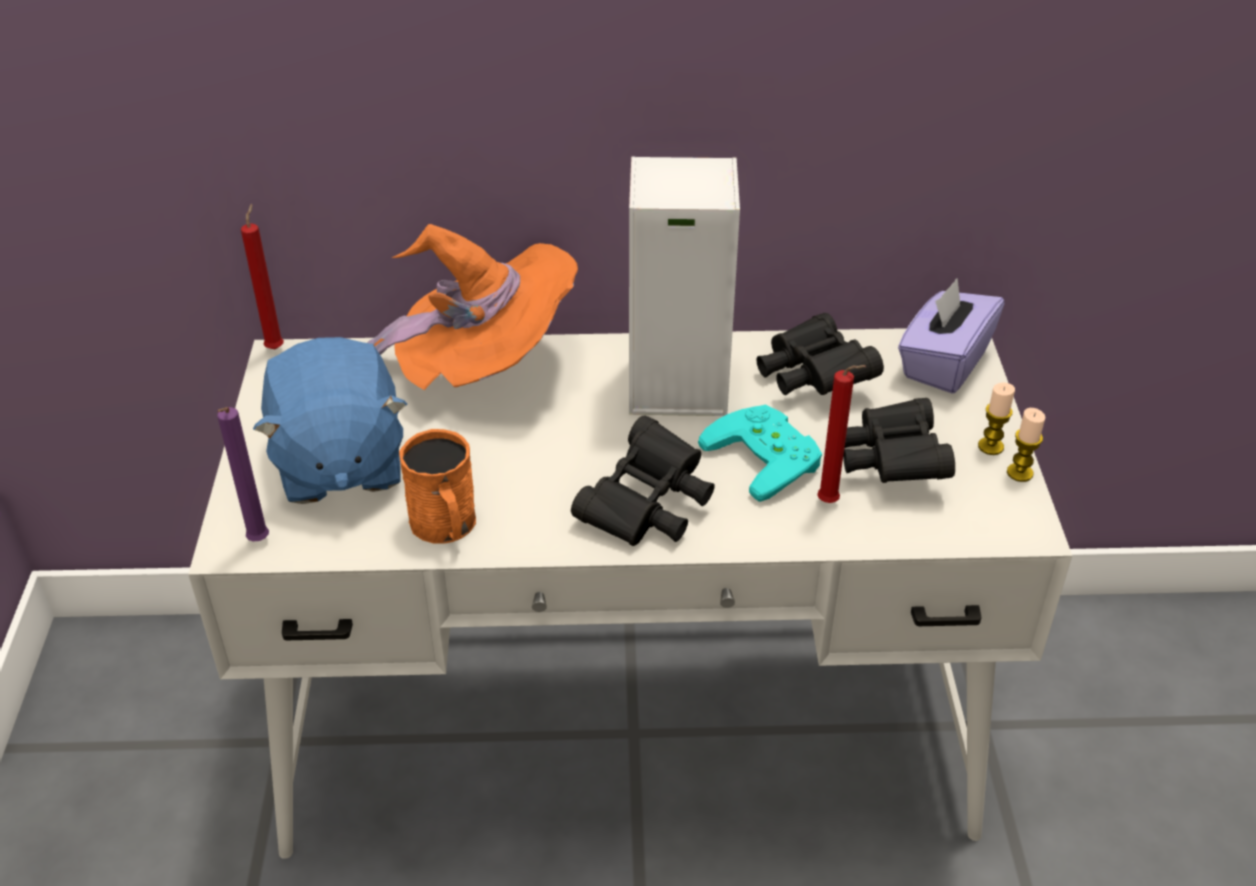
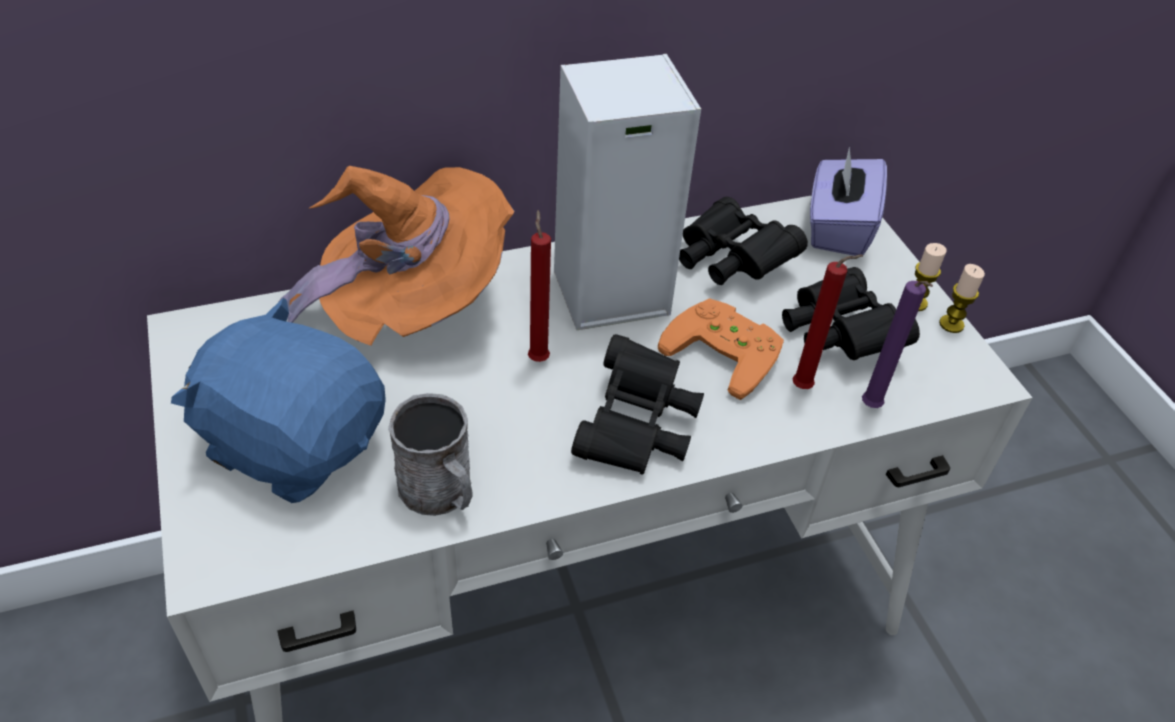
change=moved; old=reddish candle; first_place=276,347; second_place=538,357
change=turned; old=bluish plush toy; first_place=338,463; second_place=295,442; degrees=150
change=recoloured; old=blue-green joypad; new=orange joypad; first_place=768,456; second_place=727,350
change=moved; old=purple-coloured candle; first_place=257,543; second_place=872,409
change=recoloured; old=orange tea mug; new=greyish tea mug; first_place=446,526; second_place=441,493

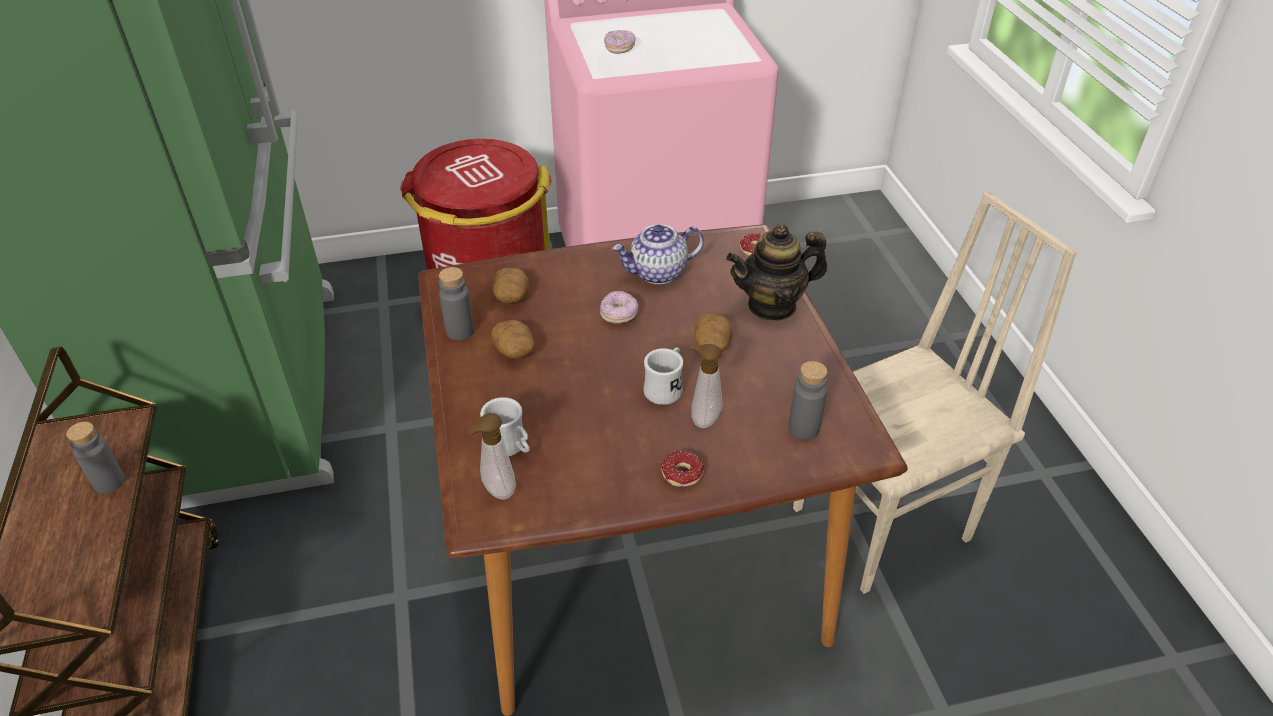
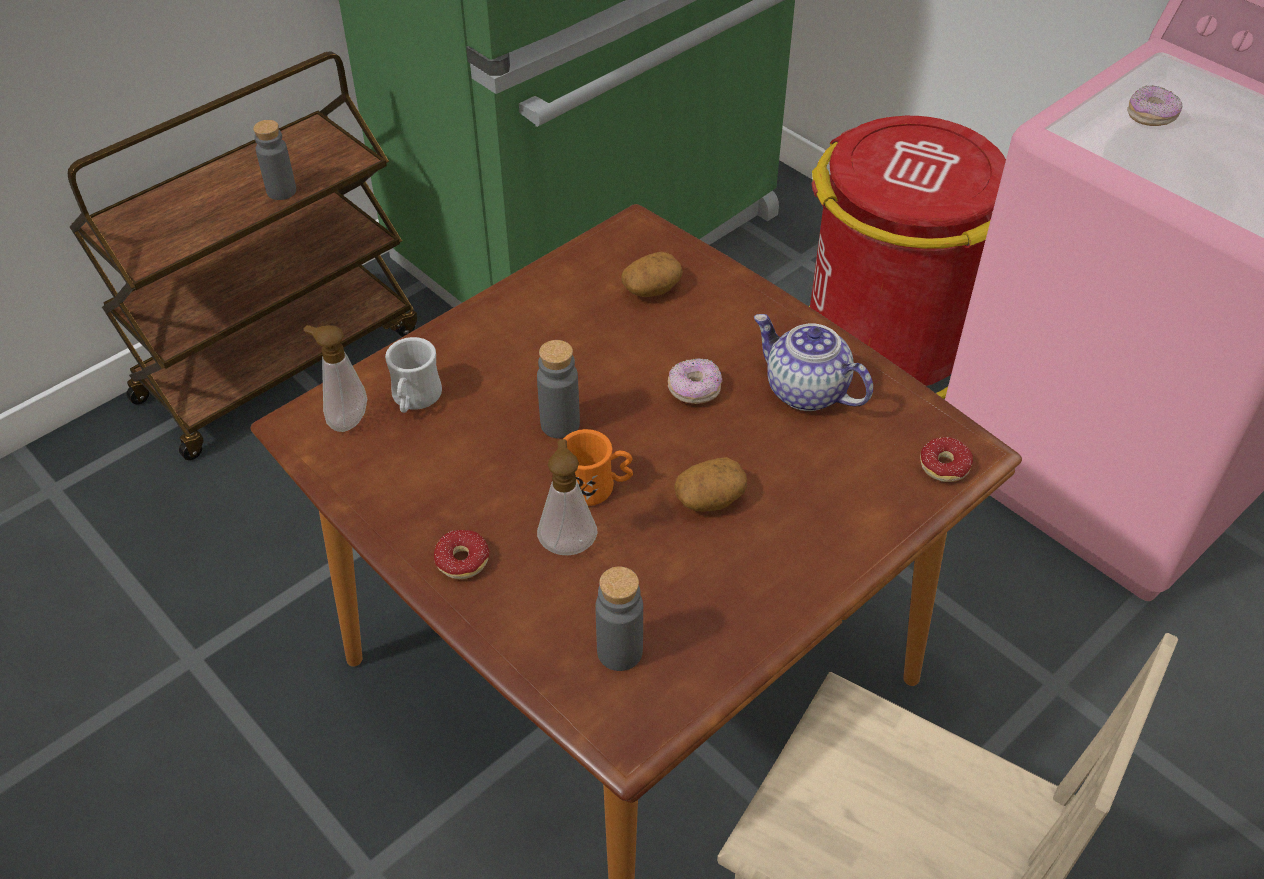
change=removed; old=tea pot; first_place=772,305
change=moved; old=greyish bottle; first_place=460,331; second_place=560,424
change=removed; old=spud; first_place=515,350
change=recoloured; old=white tea mug; new=orange tea mug; first_place=666,388; second_place=596,487

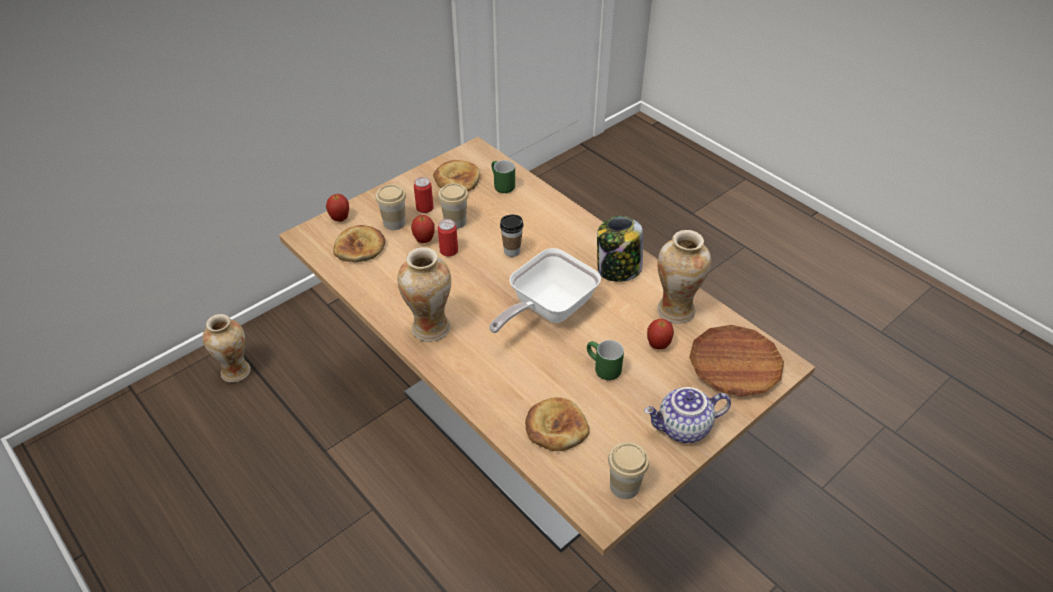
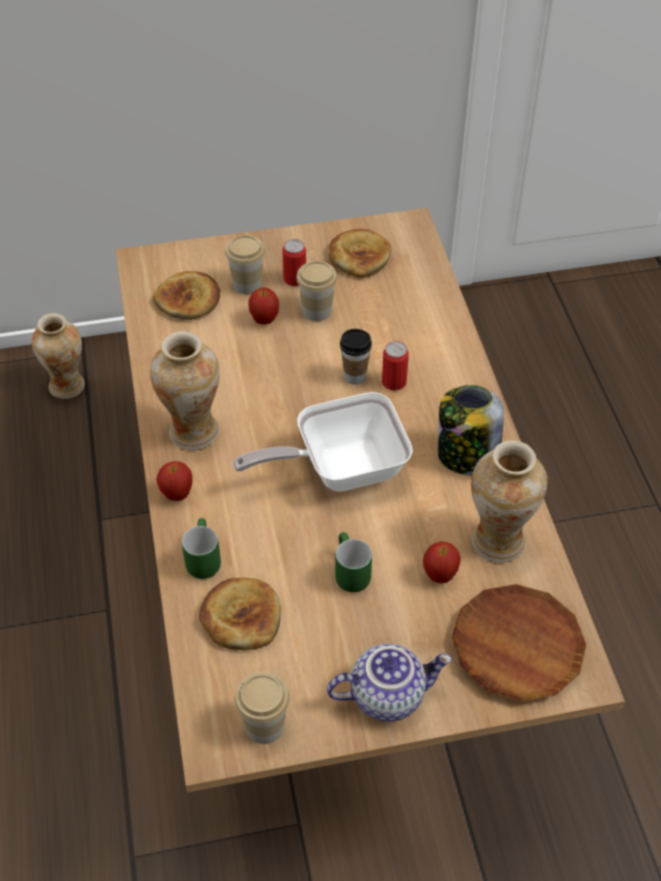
change=moved; old=greenish tea mug; first_place=500,185; second_place=201,559
change=moved; old=apple; first_place=340,219; second_place=177,494
change=moved; old=sealed can; first_place=449,251; second_place=394,382
change=turned; old=tea pot; first_place=683,428; second_place=387,694; degrees=150

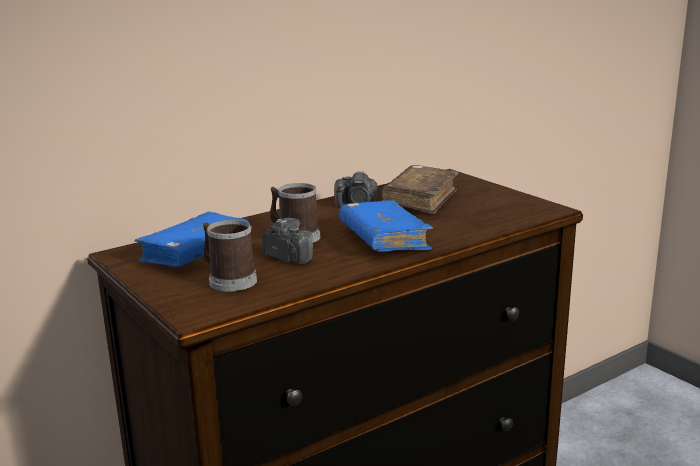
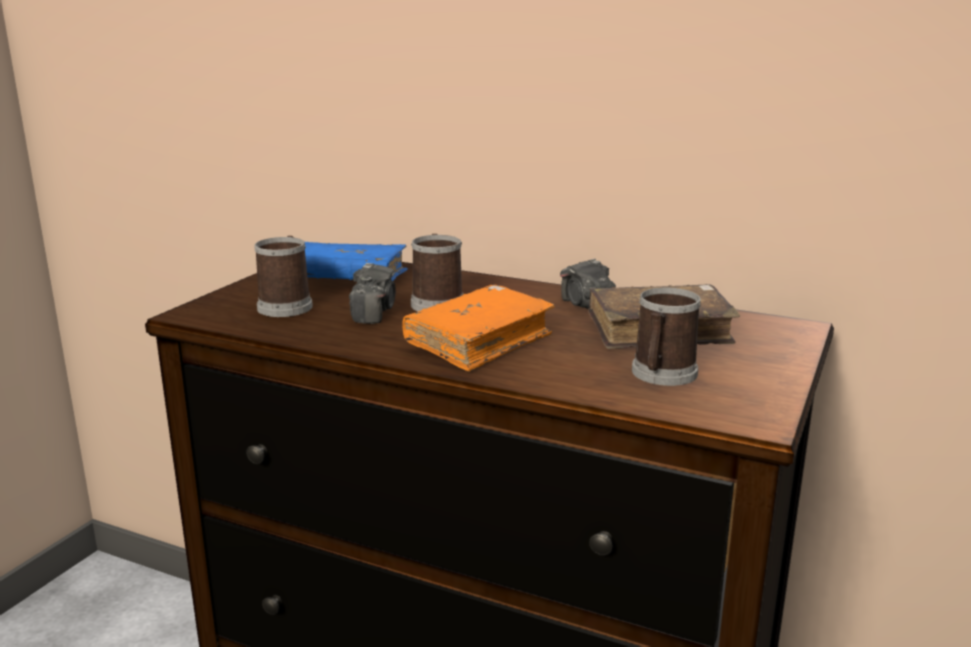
change=recoloured; old=bluish book; new=orange book; first_place=384,239; second_place=479,342
change=added; new=tea mug; second_place=662,375

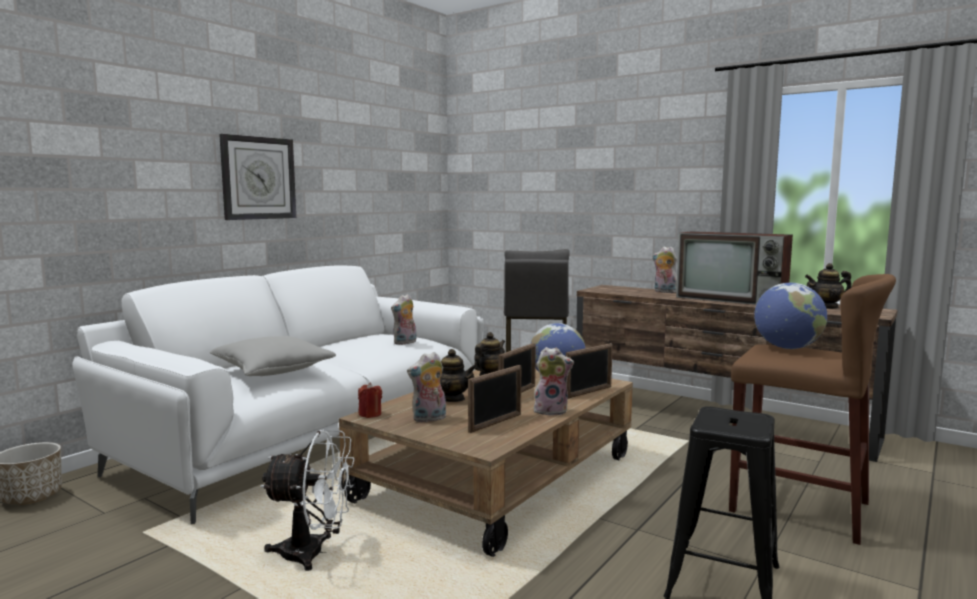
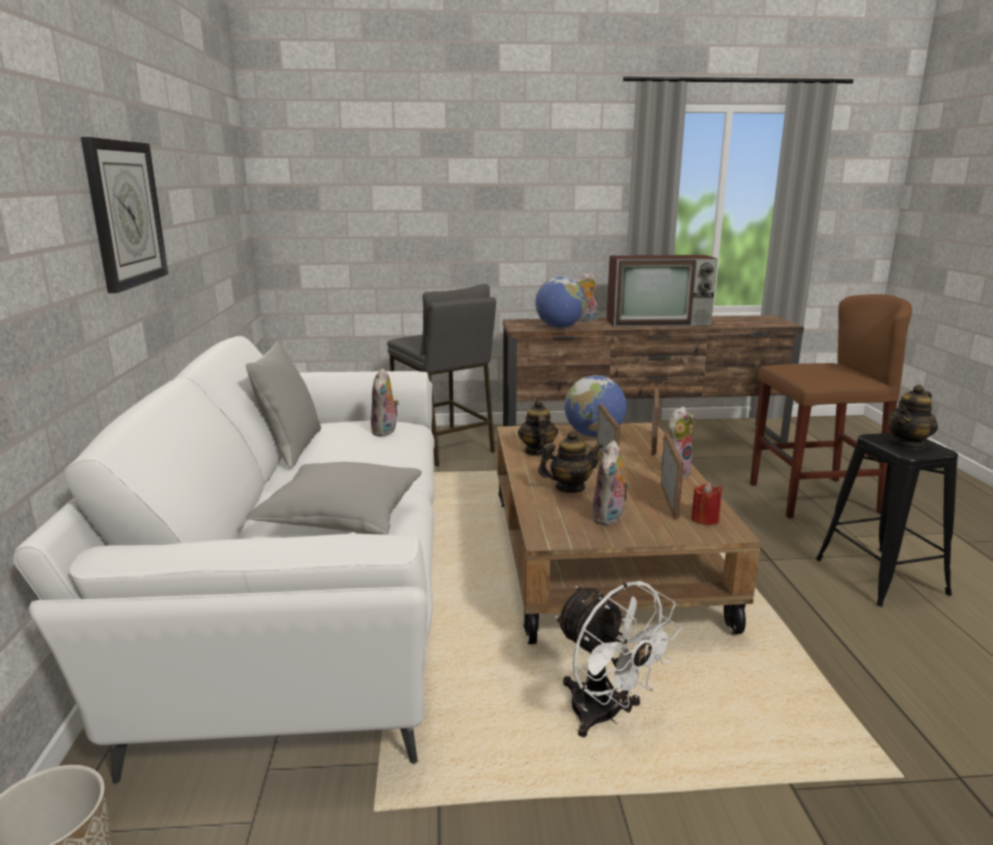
change=moved; old=tea pot; first_place=826,307; second_place=908,444
change=moved; old=world globe; first_place=787,348; second_place=559,327
change=moved; old=reddish candle; first_place=370,414; second_place=705,519
change=turned; old=white cooling fan; first_place=313,553; second_place=605,716; degrees=90
change=added; new=greyish throw pillow; second_place=290,448

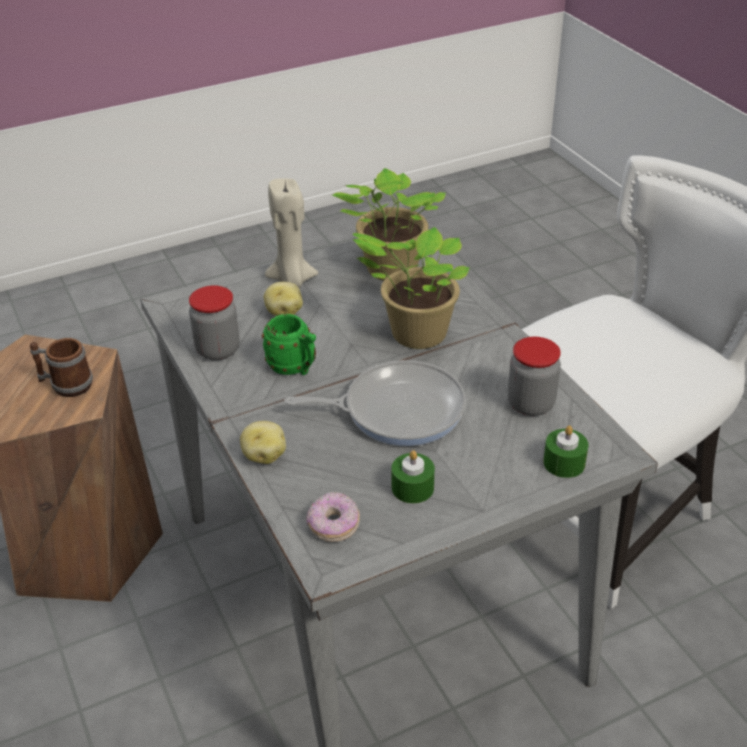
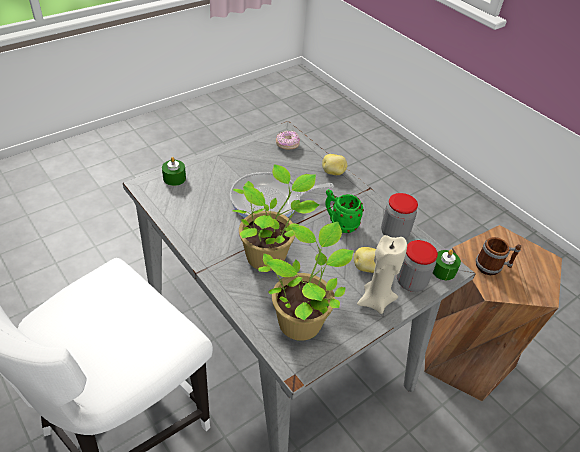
change=moved; old=storage jar; first_place=530,404; second_place=411,282
change=moved; old=greenish candle; first_place=412,488; second_place=443,270

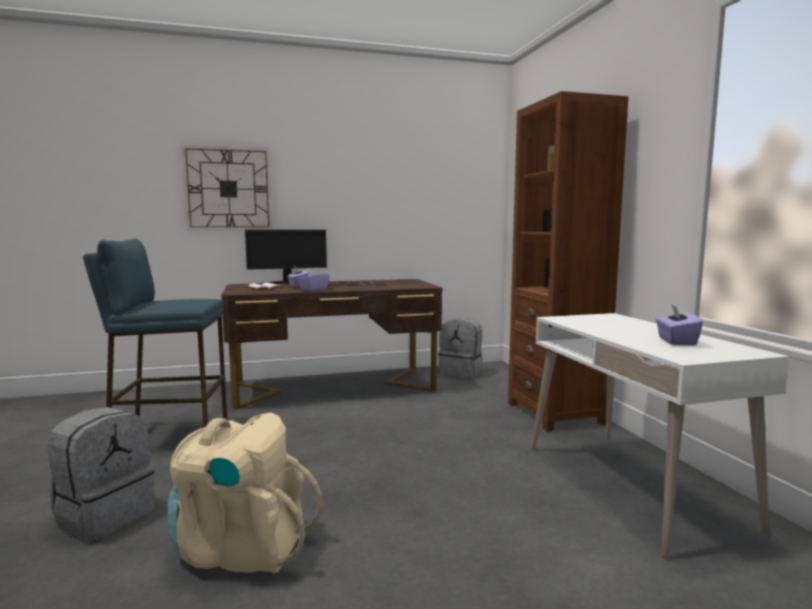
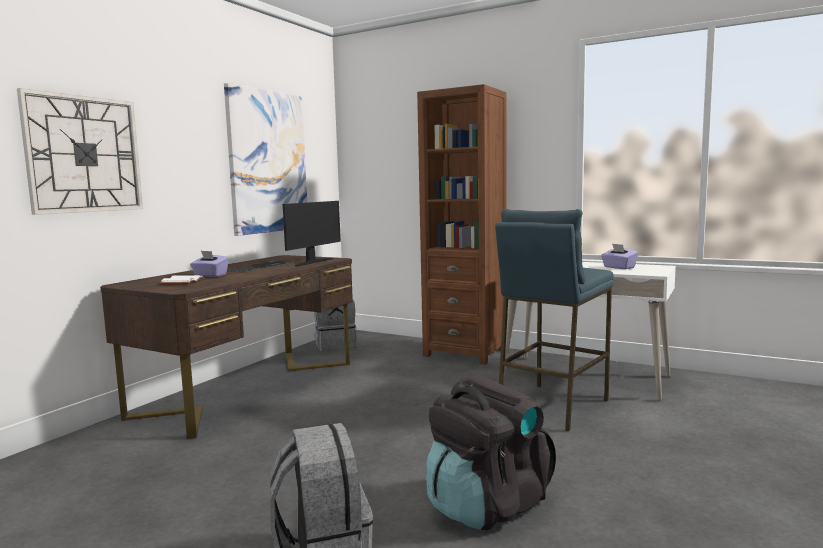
change=moved; old=computer screen; first_place=287,283; second_place=313,262
change=moved; old=bluish sitting stool; first_place=170,436; second_place=551,406
change=removed; old=purple-coloured tissue holder; first_place=313,290
change=recoloured; old=beige-coloured rucksack; new=black rucksack; first_place=241,549; second_place=486,505
change=added; new=wall picture; second_place=268,162

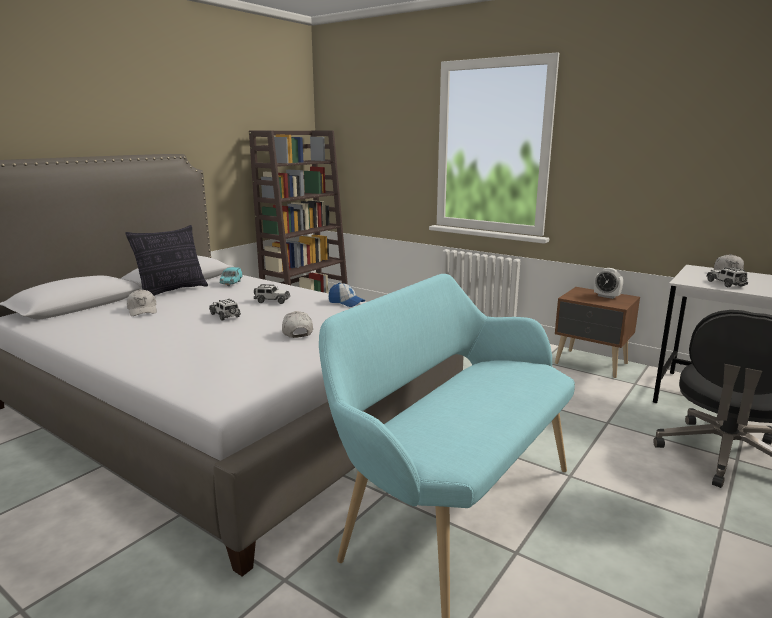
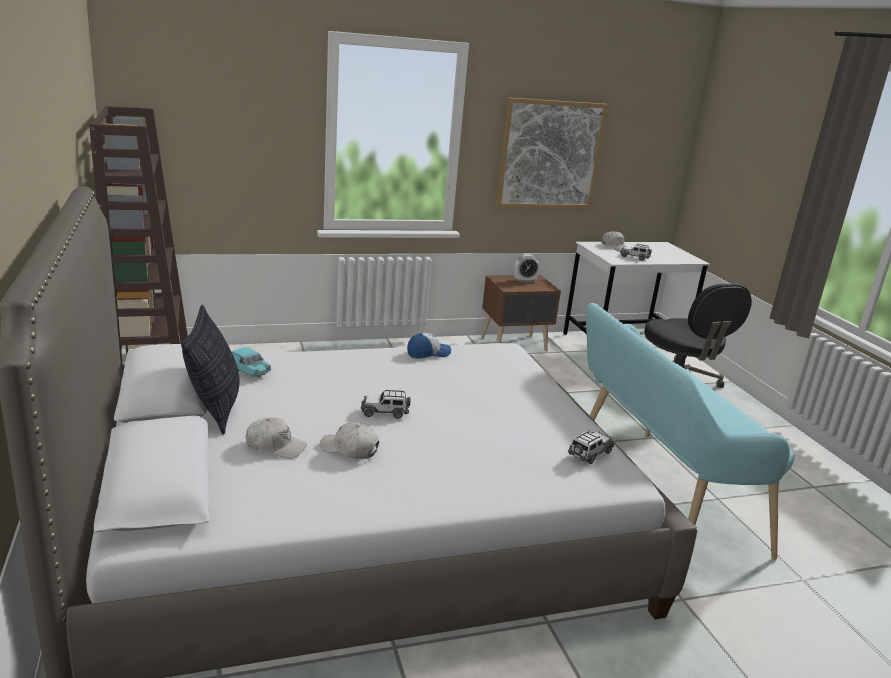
change=moved; old=miniature car; first_place=272,301; second_place=589,454
change=moved; old=white cap; first_place=297,332; second_place=349,449
change=added; new=wall picture; second_place=550,155

